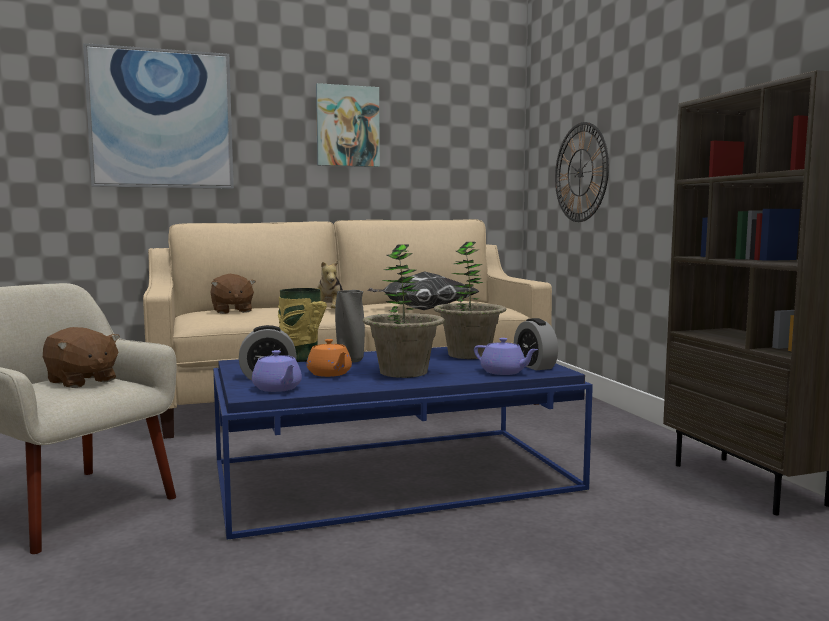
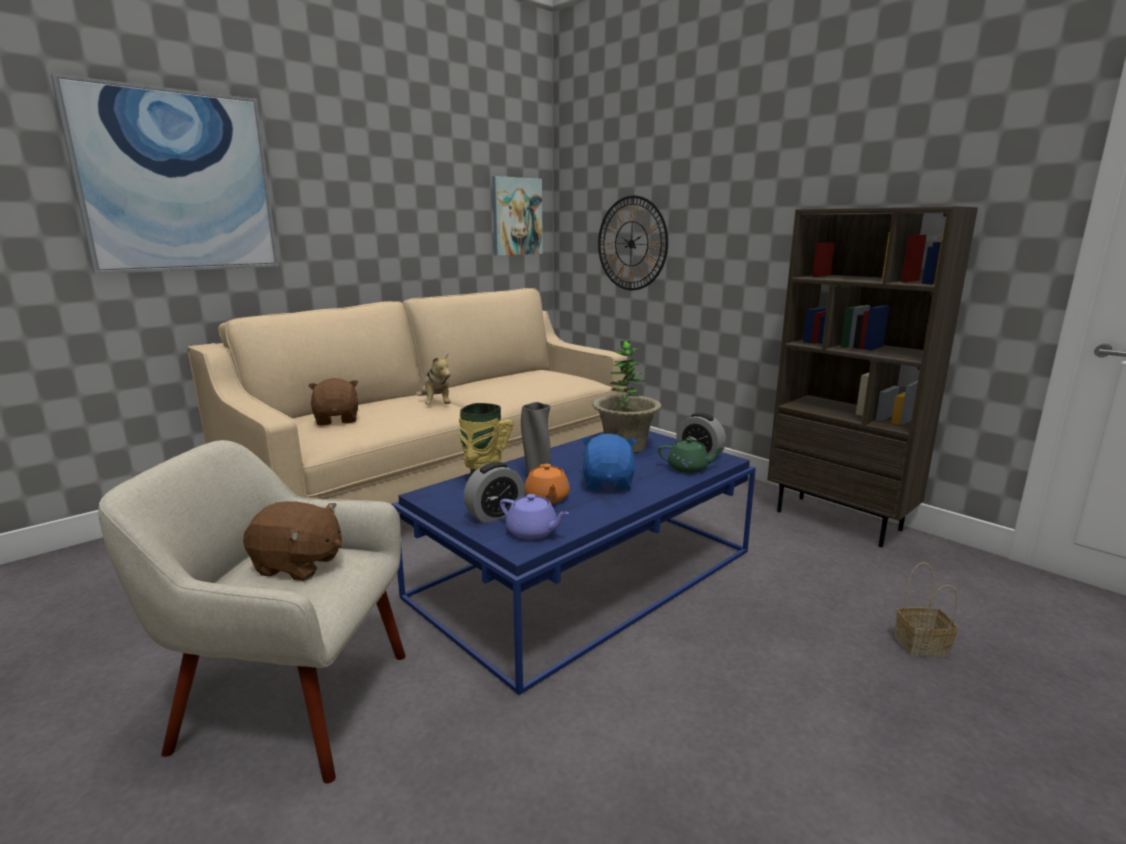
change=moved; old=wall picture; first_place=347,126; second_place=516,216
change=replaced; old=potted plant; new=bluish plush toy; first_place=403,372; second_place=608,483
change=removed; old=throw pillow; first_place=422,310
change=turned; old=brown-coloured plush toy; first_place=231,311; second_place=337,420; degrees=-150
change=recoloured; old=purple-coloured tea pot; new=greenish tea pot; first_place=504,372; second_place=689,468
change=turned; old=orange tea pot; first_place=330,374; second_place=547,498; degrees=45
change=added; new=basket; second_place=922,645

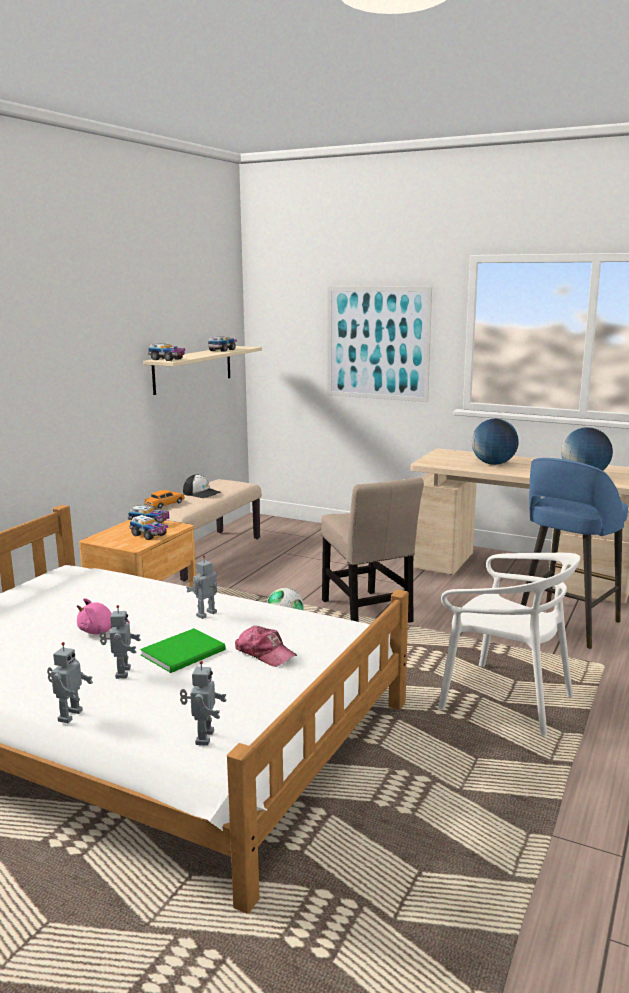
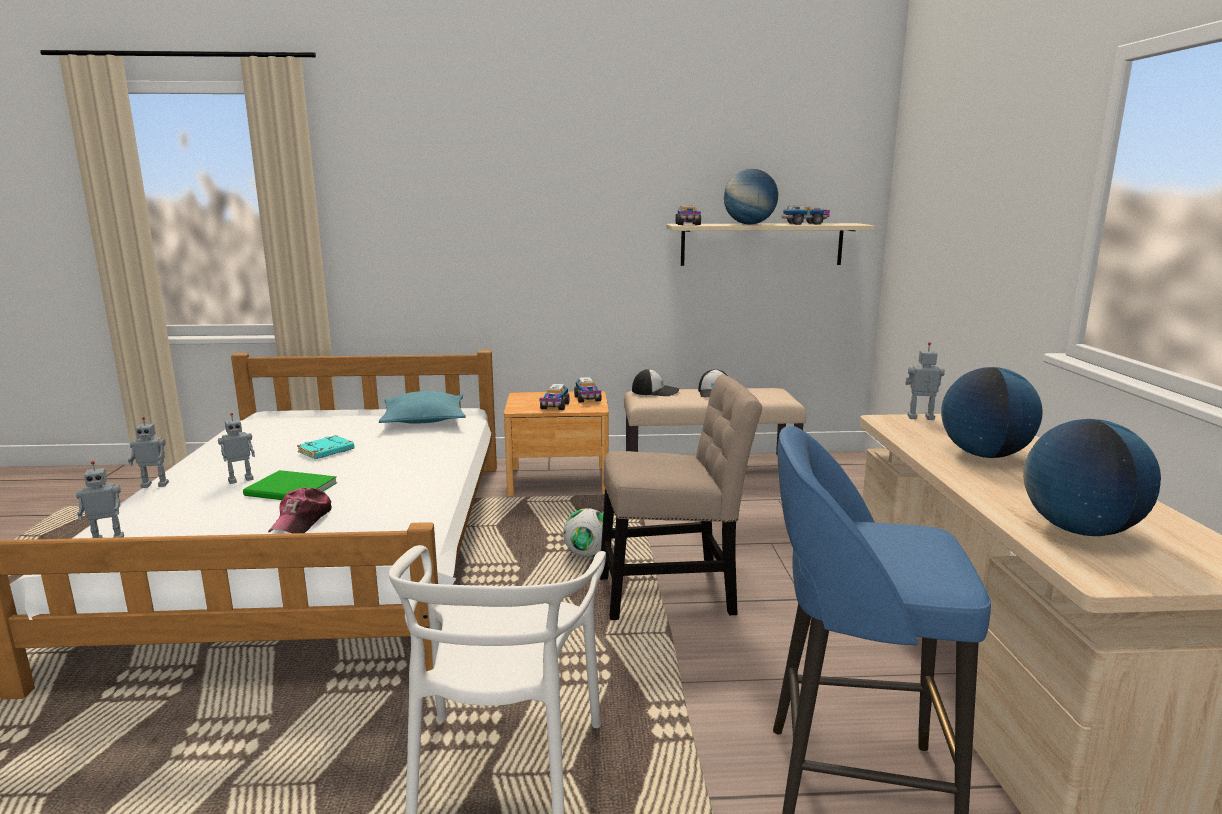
change=removed; old=wall picture; first_place=377,343
change=turned; old=beige-coloured plain chair; first_place=367,613; second_place=673,594; degrees=-135
change=replaced; old=orange miniature car; new=cap; first_place=165,505; second_place=655,391
change=moved; old=toy robot; first_place=207,615; second_place=921,418
change=replaced; old=pink-coloured plush toy; new=blue-green book; first_place=99,631; second_place=326,452
change=added; new=world globe; second_place=749,224
change=added; new=blue-green throw pillow; second_place=424,420

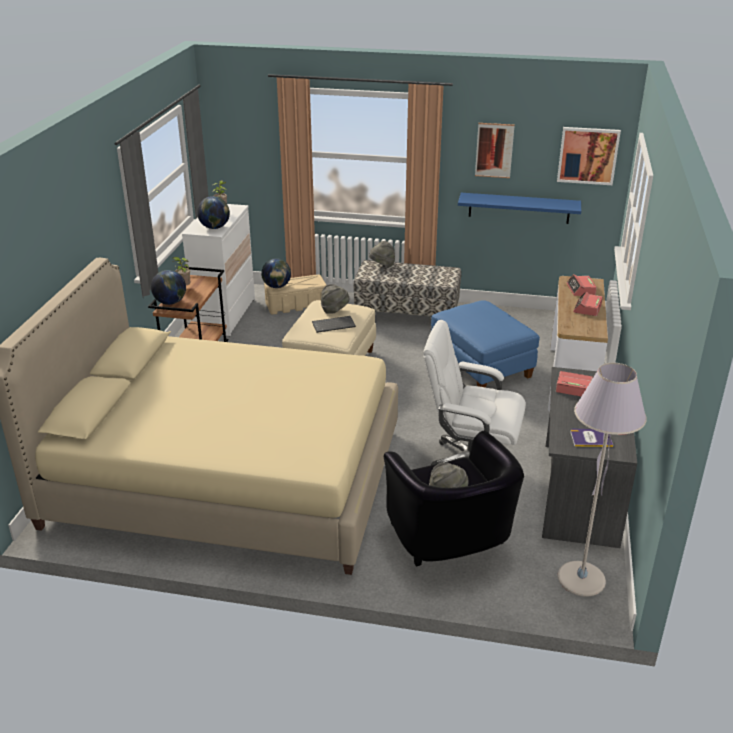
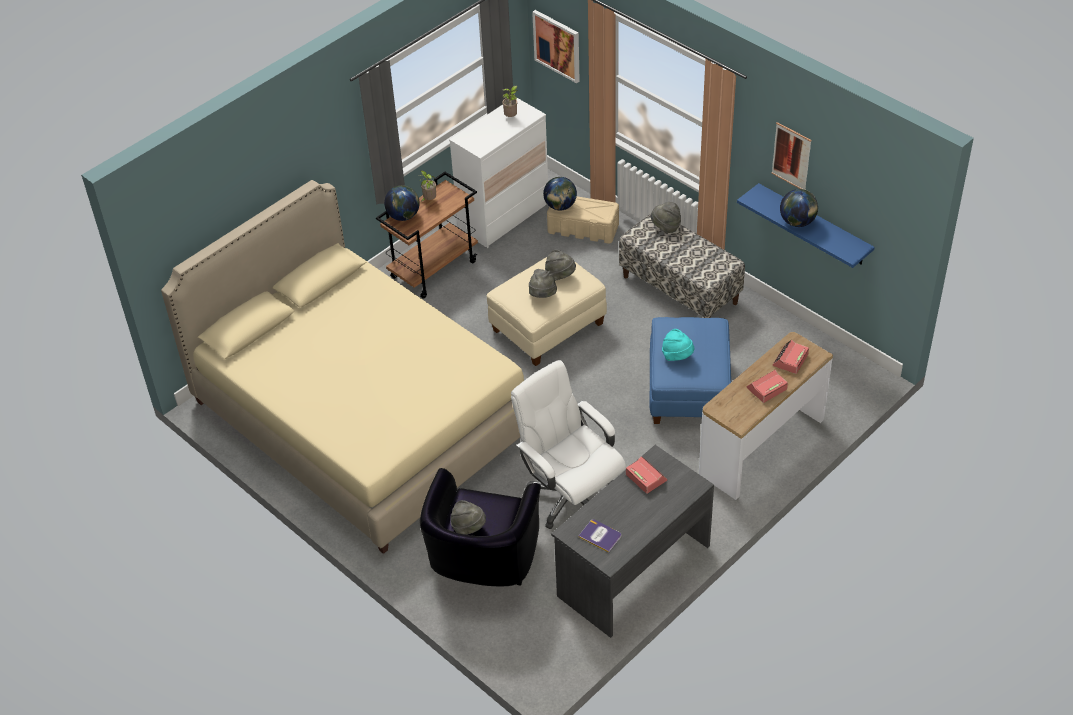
change=moved; old=wall picture; first_place=588,155; second_place=557,45
change=moved; old=world globe; first_place=215,228; second_place=797,222
change=replaced; old=keyboard; new=greyish clothing hat; first_place=334,325; second_place=542,295
change=removed; old=greyish standing lamp; first_place=580,579
change=added; new=blue-green clothing hat; second_place=677,356

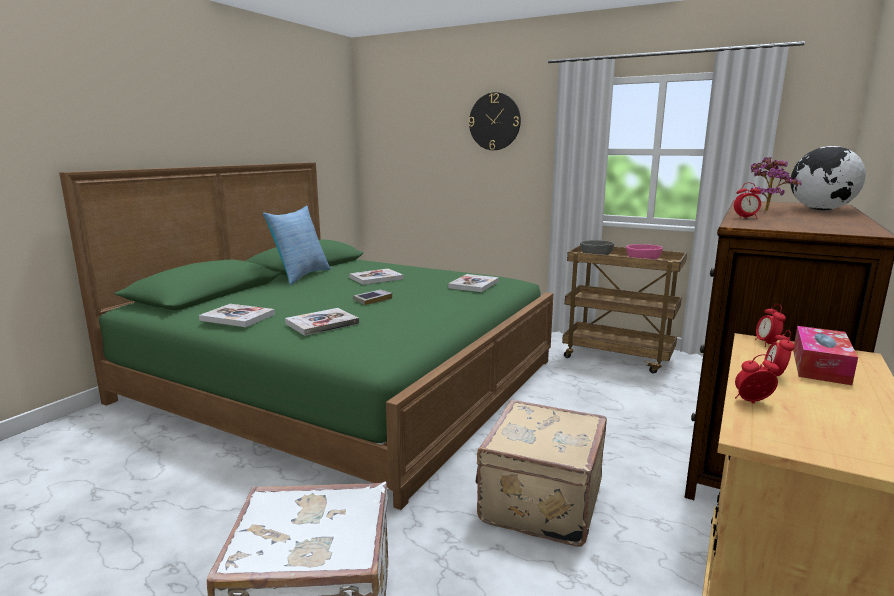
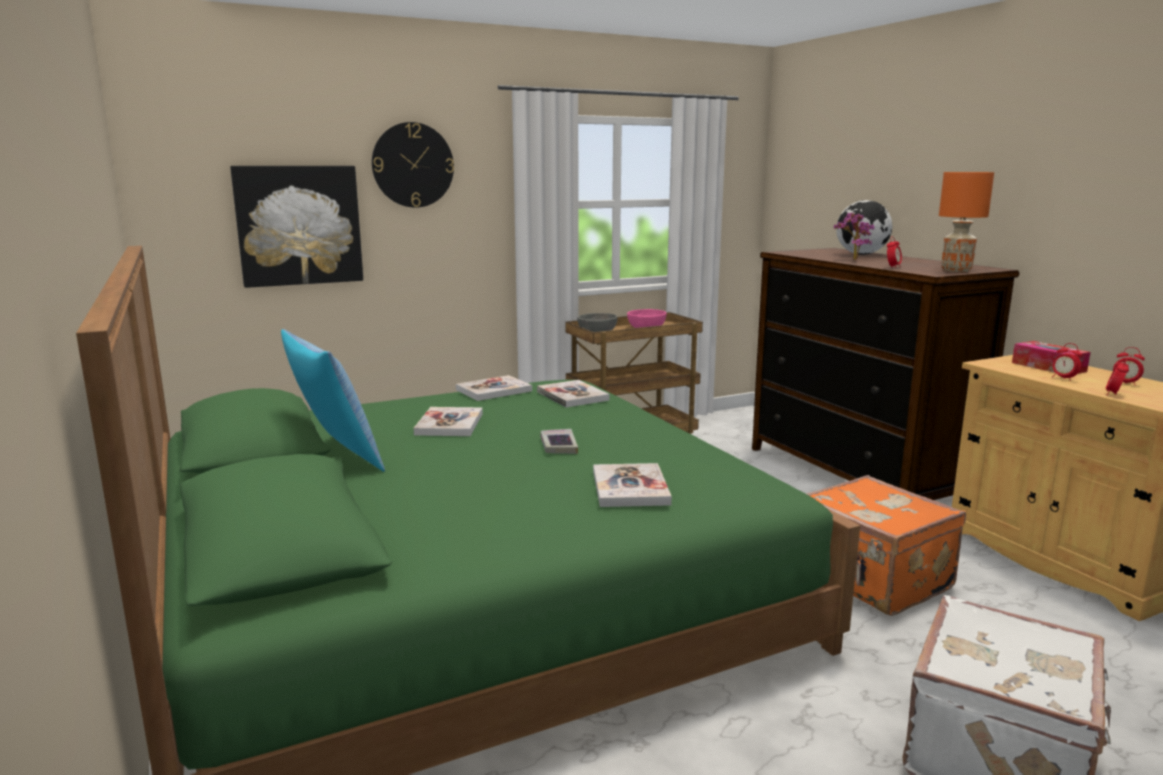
change=moved; old=book; first_place=237,317; second_place=494,390
change=moved; old=table clock; first_place=767,344; second_place=1125,383
change=recoloured; old=beige-coloured piece of luggage; new=orange piece of luggage; first_place=538,502; second_place=872,579
change=added; new=wall picture; second_place=299,225
change=added; new=orange lamp for a table; second_place=955,270

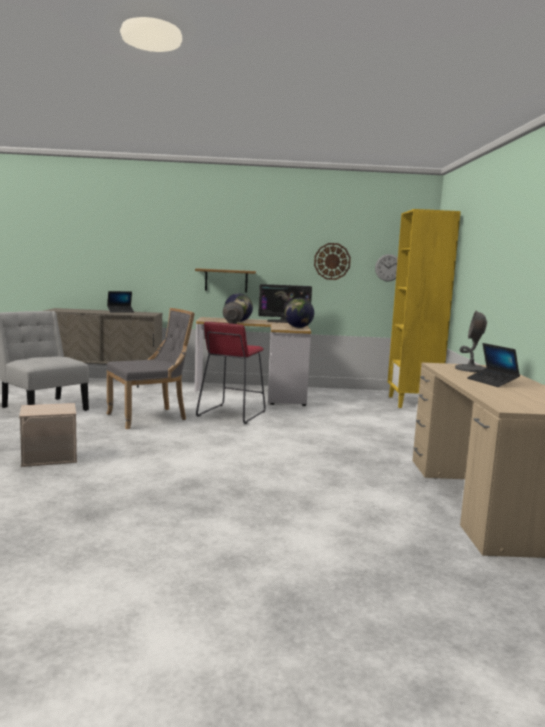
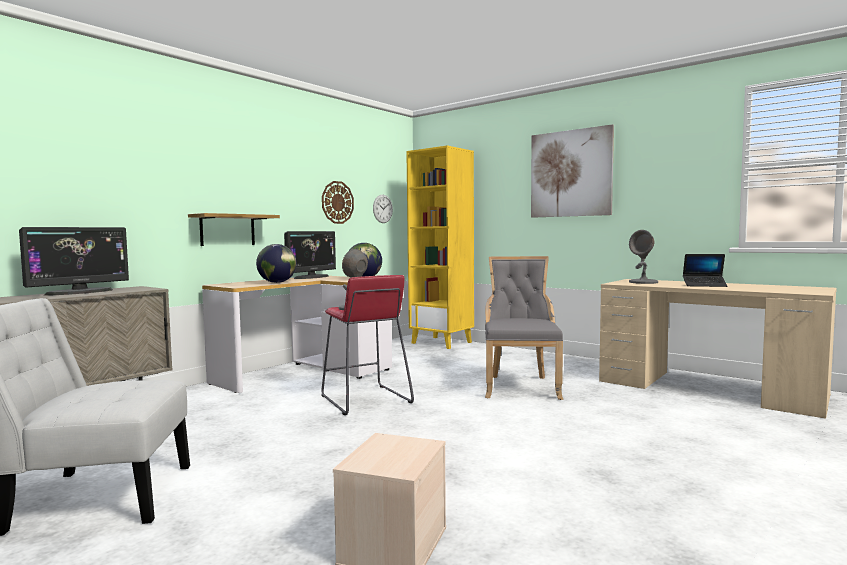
change=replaced; old=laptop; new=computer screen; first_place=120,311; second_place=80,292
change=moved; old=greyish plain chair; first_place=150,417; second_place=520,386
change=added; new=wall picture; second_place=570,173

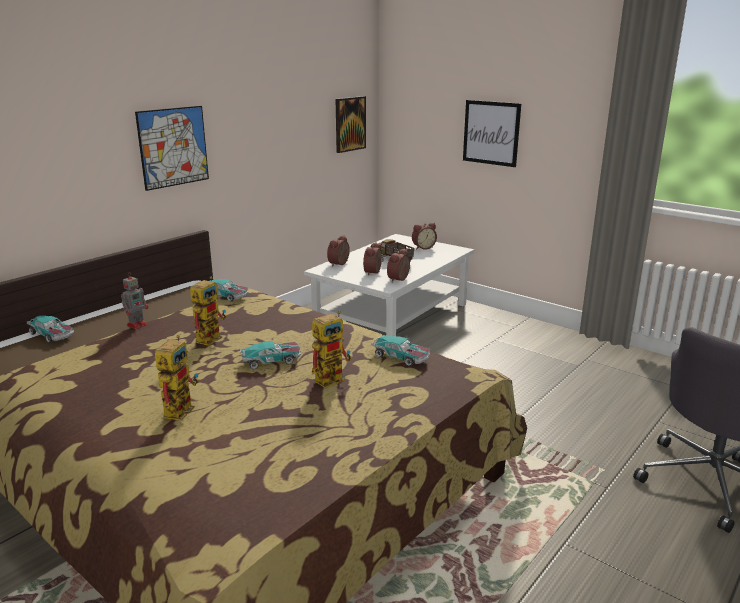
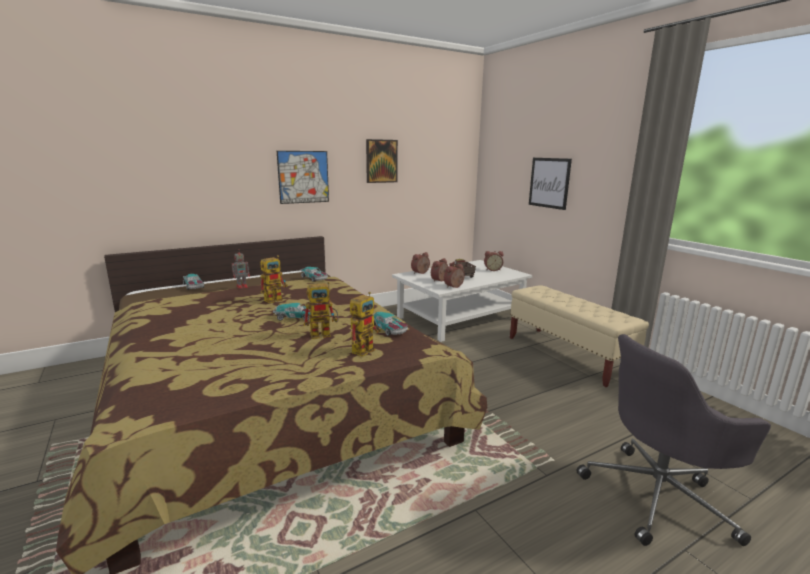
change=moved; old=wall picture; first_place=350,124; second_place=381,161
change=moved; old=toy robot; first_place=180,408; second_place=365,348
change=added; new=beige-coloured indoor bench; second_place=567,355

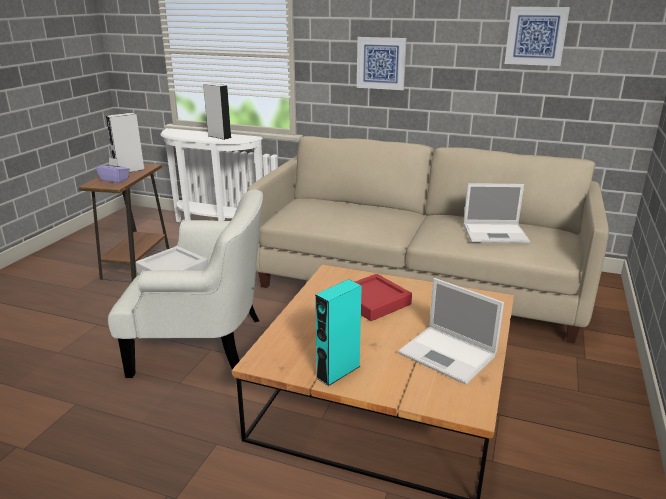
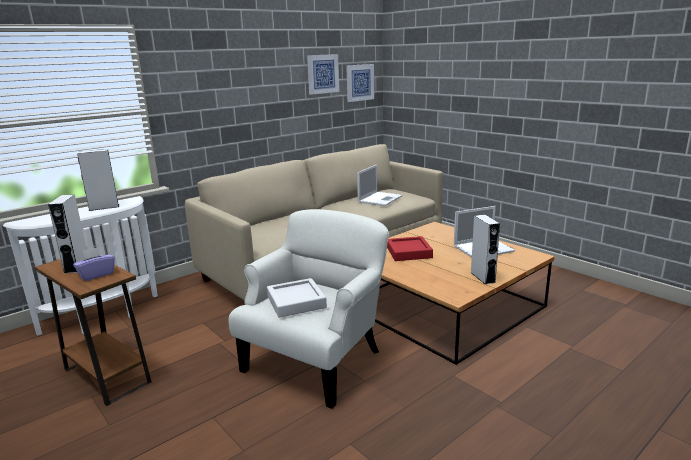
change=moved; old=wall picture; first_place=381,63; second_place=359,82
change=recoloured; old=blue-green audio speaker; new=greyish audio speaker; first_place=338,372; second_place=482,277

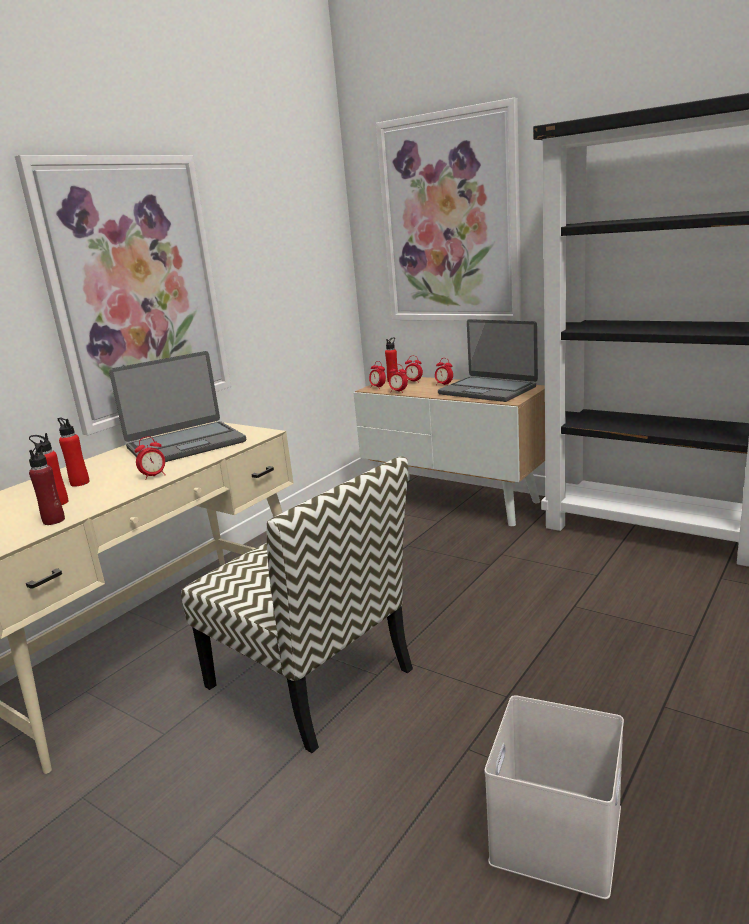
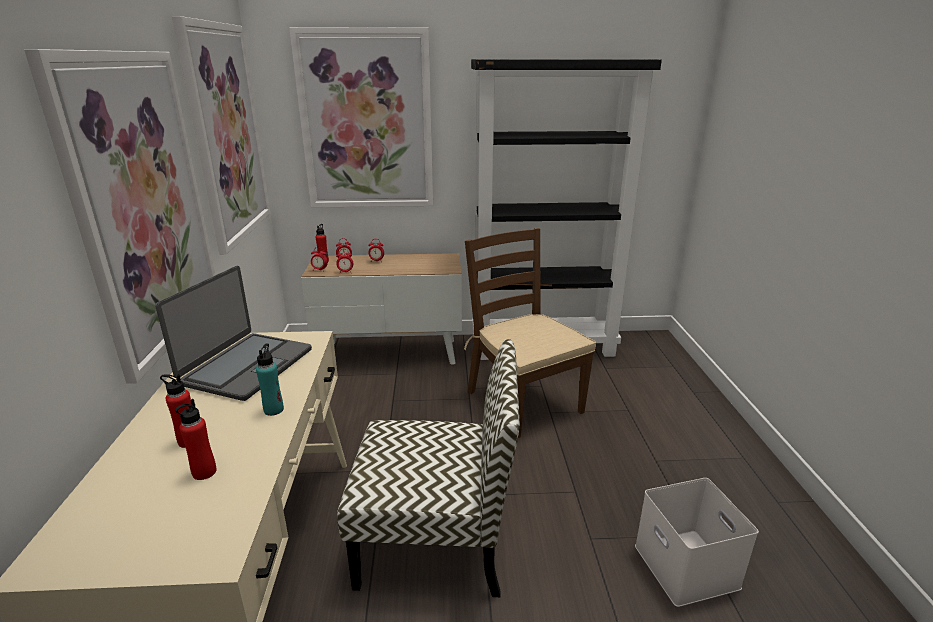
change=removed; old=laptop; first_place=488,390
change=replaced; old=table clock; new=blue-green bottle; first_place=154,476; second_place=274,410
change=removed; old=reddish bottle; first_place=54,520
change=added; new=wall picture; second_place=226,134
change=added; new=brown-coloured plain chair; second_place=523,401

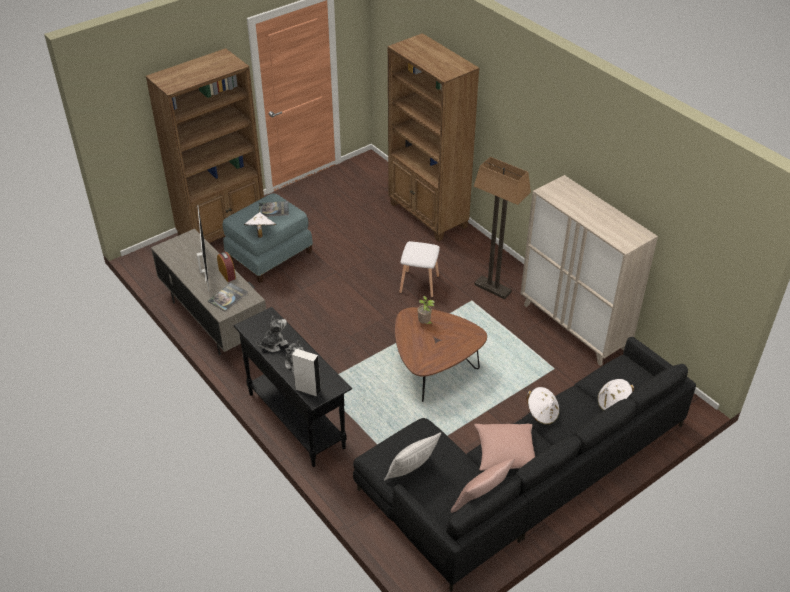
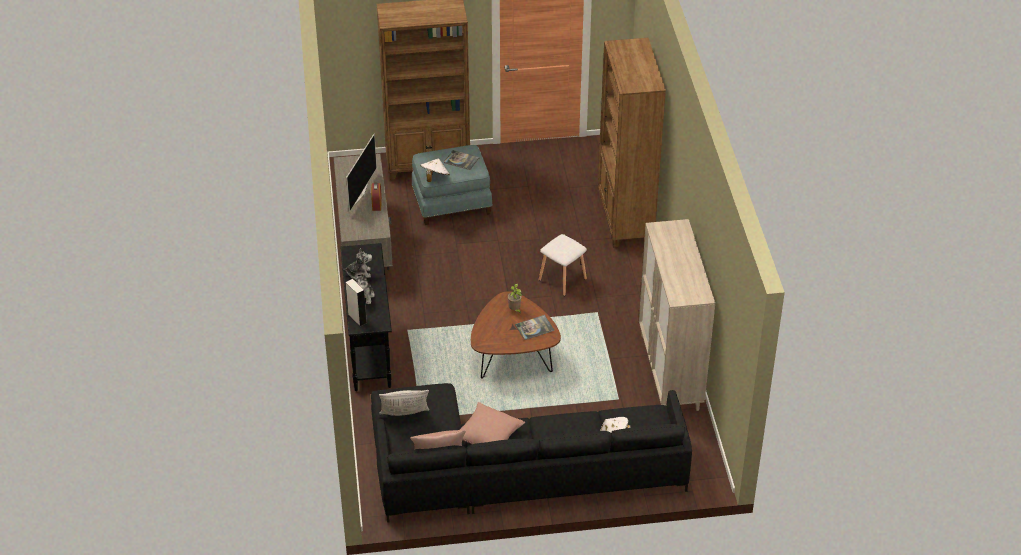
change=removed; old=standing lamp; first_place=492,288
change=moved; old=book; first_place=227,297; second_place=534,328
change=removed; old=white clothing hat; first_place=542,413

